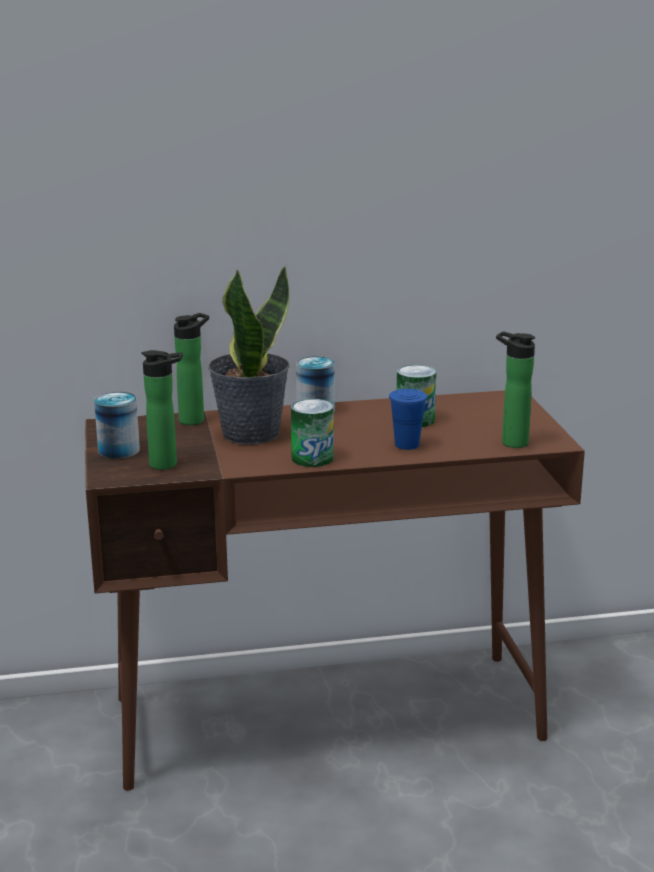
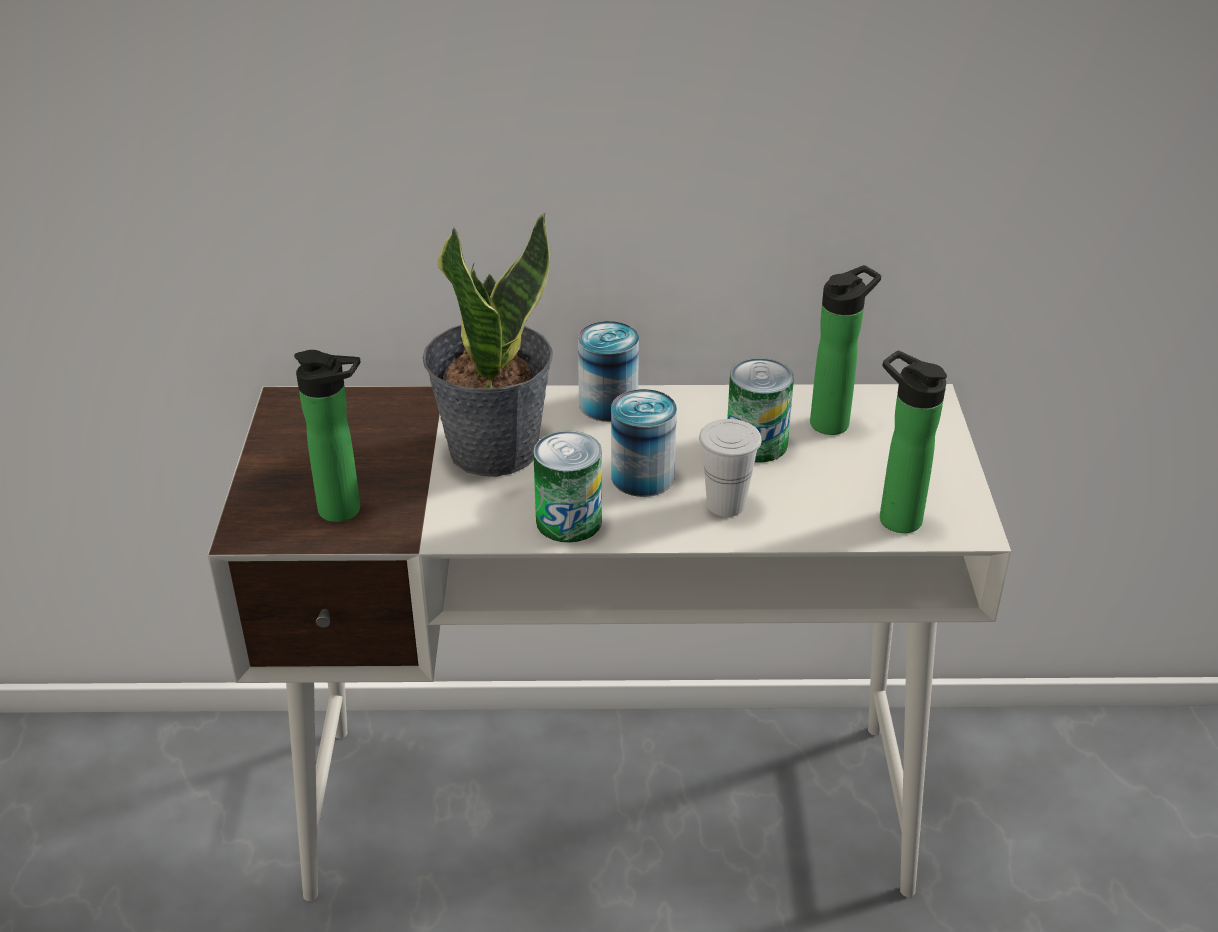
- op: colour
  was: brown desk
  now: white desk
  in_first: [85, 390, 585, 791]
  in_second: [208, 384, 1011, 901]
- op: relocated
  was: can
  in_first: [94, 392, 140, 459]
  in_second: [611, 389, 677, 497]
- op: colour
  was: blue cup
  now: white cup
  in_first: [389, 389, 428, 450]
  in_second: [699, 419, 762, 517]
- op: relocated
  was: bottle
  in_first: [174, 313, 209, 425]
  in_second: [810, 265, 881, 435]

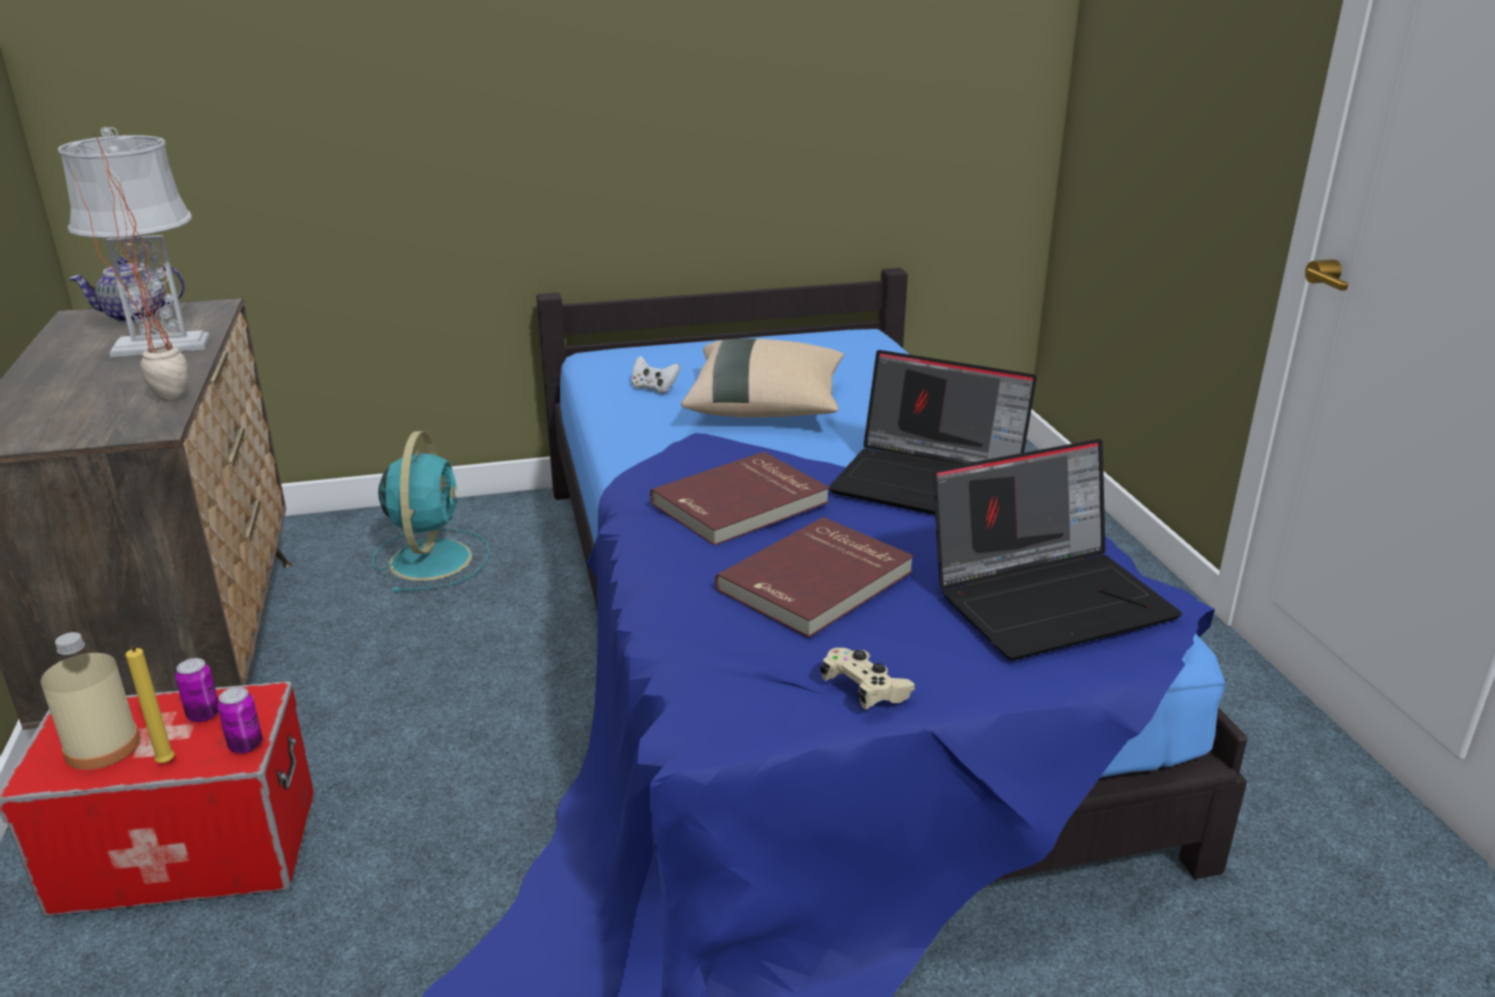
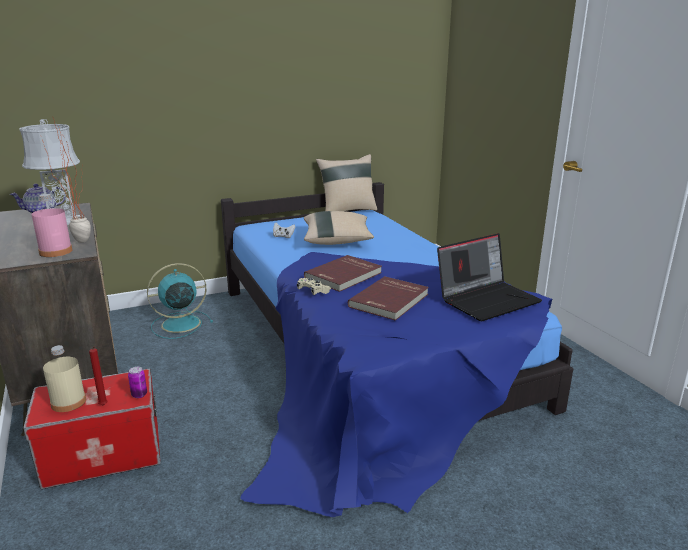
- op: appeared
  now: pink bottle
  in_second: [31, 194, 72, 257]
- op: colour
  was: yellow candle
  now: red candle
  in_first: [125, 646, 175, 763]
  in_second: [89, 346, 107, 406]
- op: spun
  was: turquoise fan
  in_first: [372, 431, 490, 593]
  in_second: [147, 263, 213, 339]
  clockwise: -105
- op: relocated
  was: beige game controller
  in_first: [820, 648, 915, 709]
  in_second: [297, 277, 331, 295]
- op: appeared
  now: beige pillow
  in_second: [316, 154, 377, 211]
- op: missing
  was: can
  in_first: [175, 658, 219, 722]
- op: missing
  was: laptop
  in_first: [829, 350, 1037, 515]

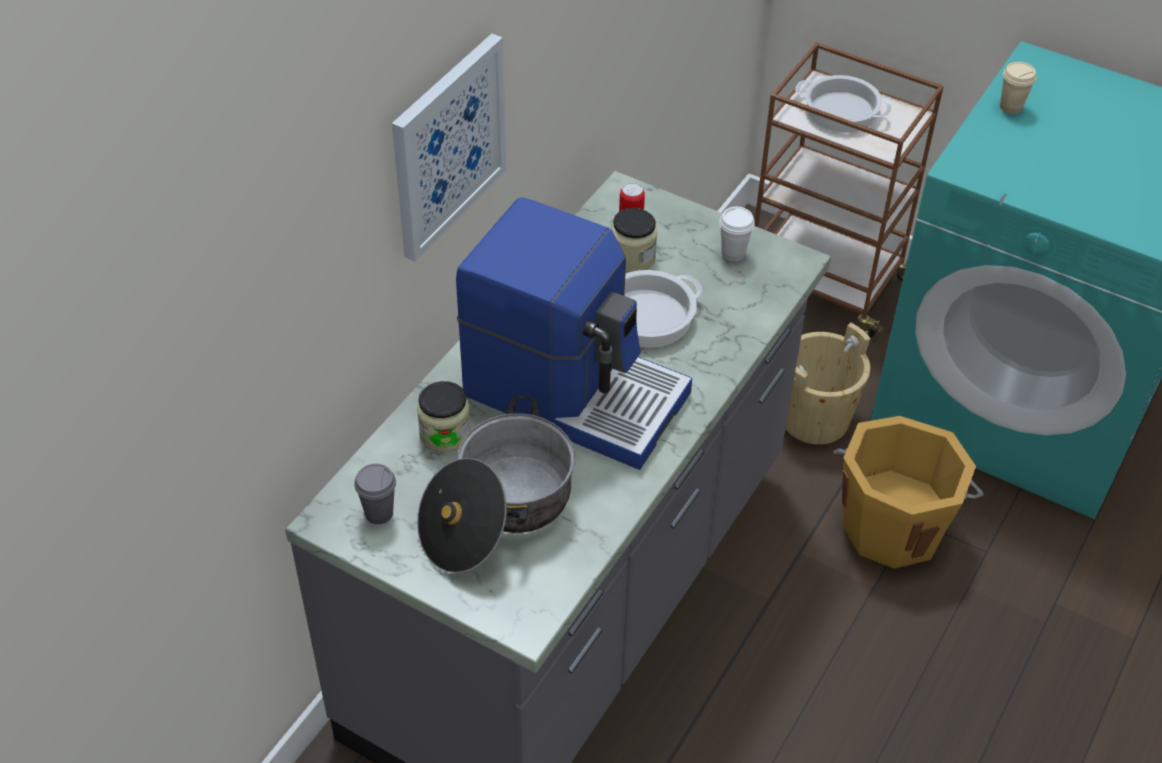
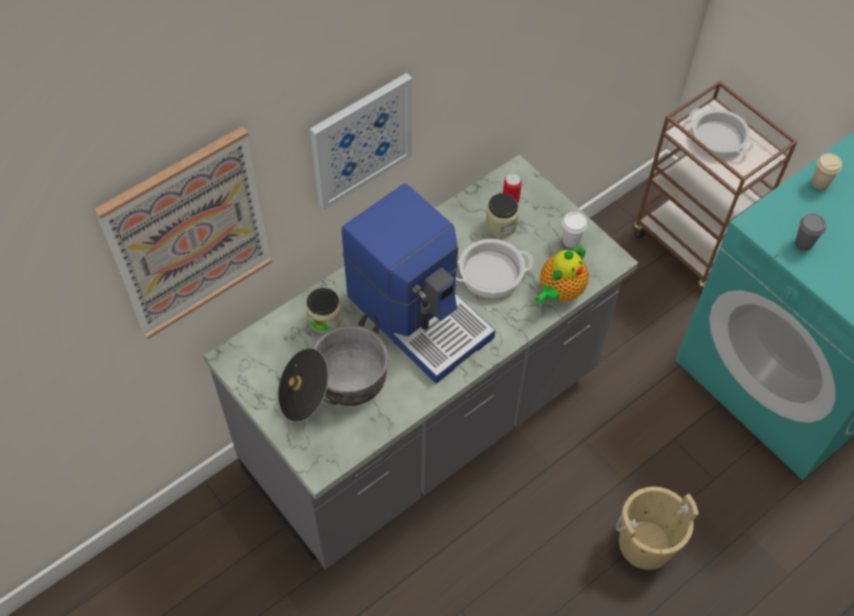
- op: appeared
  now: picture
  in_second: [94, 126, 272, 339]
- op: appeared
  now: teapot
  in_second: [535, 245, 589, 304]
- op: relocated
  was: beige bucket
  in_first: [786, 323, 871, 444]
  in_second: [616, 487, 699, 570]
- op: relocated
  was: grey cup
  in_first: [354, 464, 396, 524]
  in_second: [795, 213, 826, 251]
- op: missing
  was: orange bucket
  in_first: [833, 416, 984, 569]

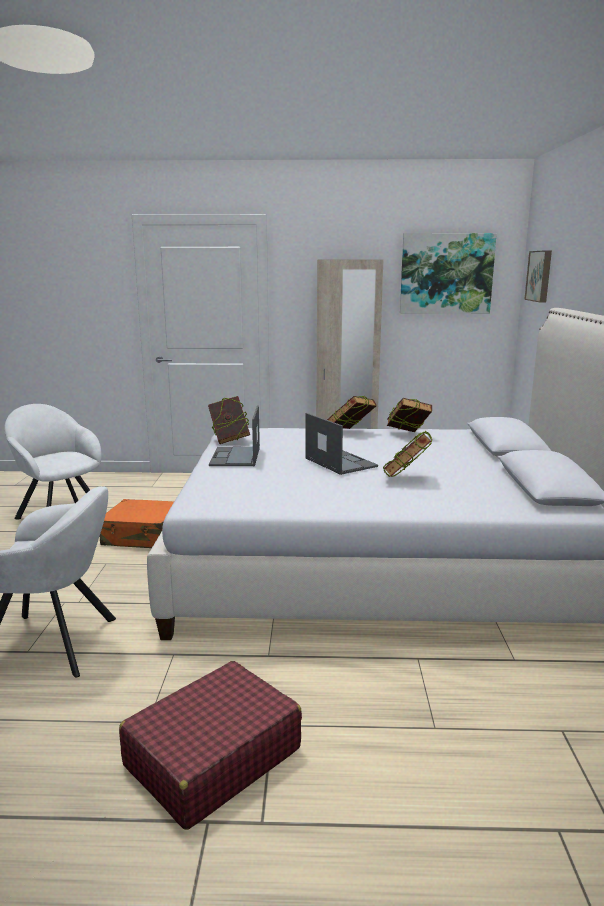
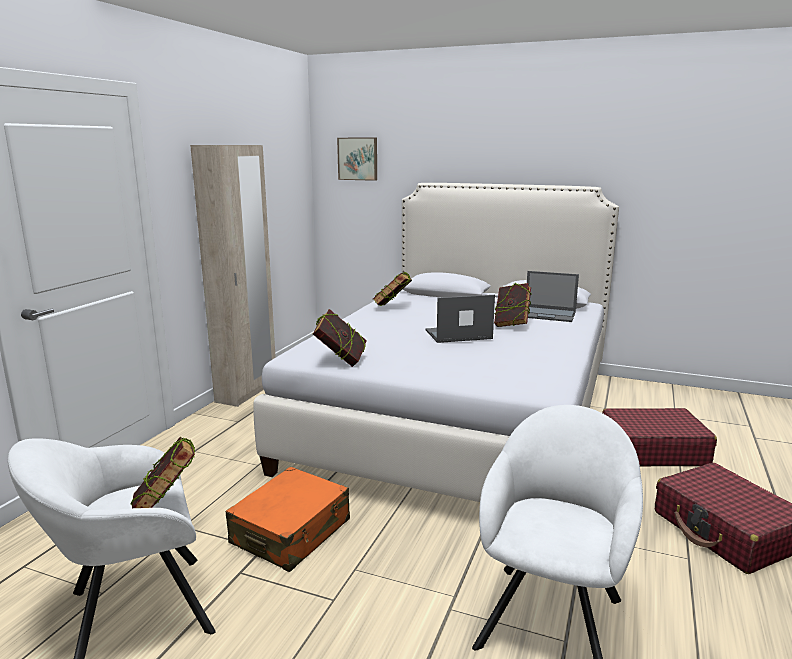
- op: relocated
  was: book
  in_first: [327, 396, 377, 429]
  in_second: [130, 437, 195, 508]
- op: relocated
  was: laptop
  in_first: [209, 405, 260, 466]
  in_second: [527, 271, 579, 322]
- op: appeared
  now: red suitcase
  in_second: [602, 408, 717, 466]
- op: missing
  was: picture
  in_first: [400, 233, 497, 314]

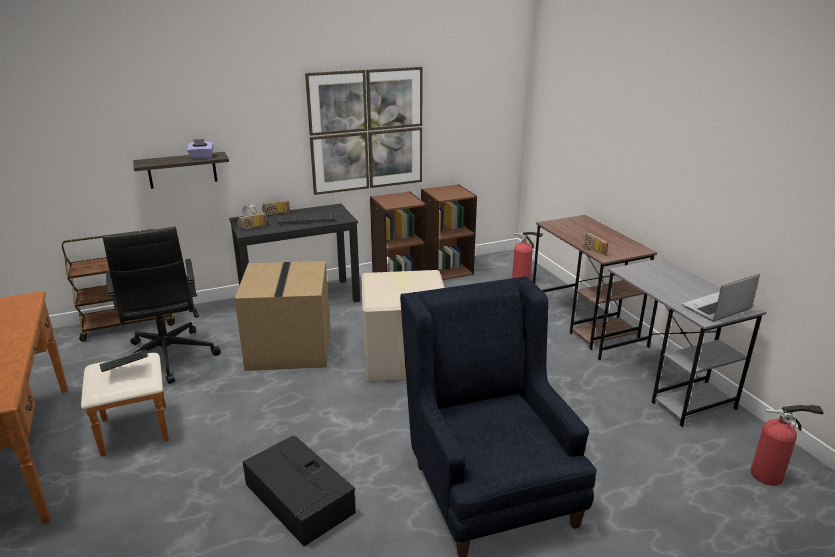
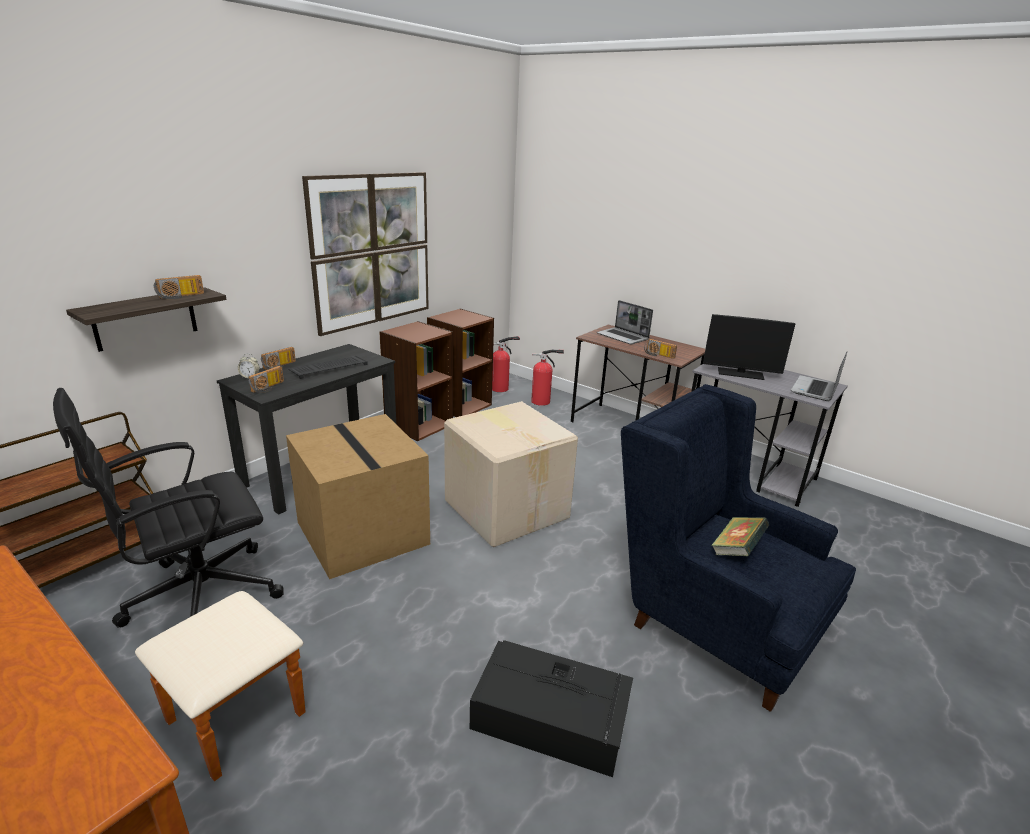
- op: spun
  was: black office chair
  in_first: [103, 227, 221, 384]
  in_second: [53, 388, 283, 627]
  clockwise: 105
- op: exchanged
  was: purple tissue box
  now: radio
  in_first: [187, 139, 214, 159]
  in_second: [154, 275, 204, 299]
- op: relocated
  was: fire extinguisher
  in_first: [750, 404, 824, 486]
  in_second: [492, 336, 520, 392]
- op: appeared
  now: laptop
  in_second: [597, 300, 653, 345]
- op: appeared
  now: monitor
  in_second: [703, 314, 795, 380]
- op: relocated
  was: book
  in_first: [99, 349, 148, 372]
  in_second: [711, 517, 769, 556]

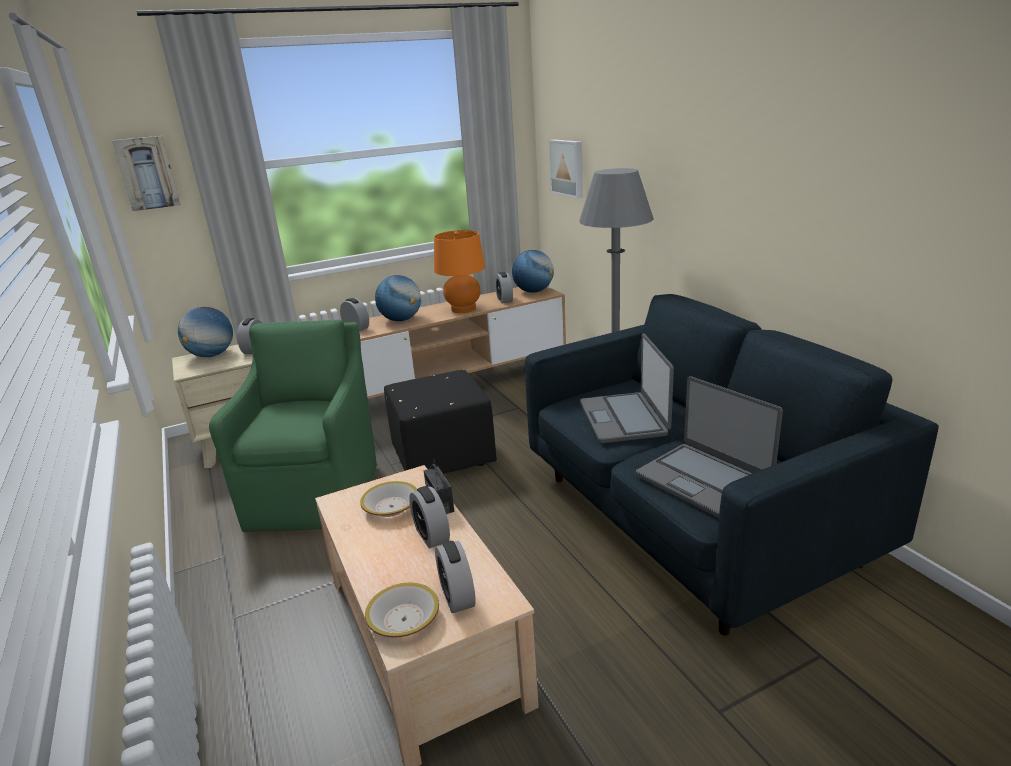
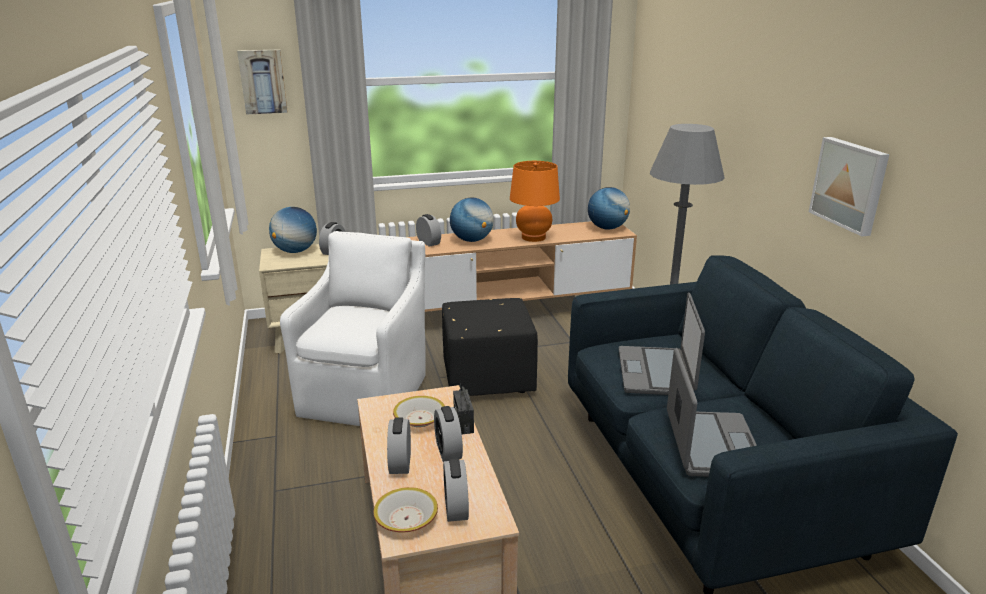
- op: colour
  was: green armchair
  now: white armchair
  in_first: [209, 320, 377, 532]
  in_second: [280, 231, 426, 426]
- op: relocated
  was: alarm clock
  in_first: [495, 272, 513, 304]
  in_second: [387, 417, 411, 474]
- op: spun
  was: laptop
  in_first: [636, 376, 783, 518]
  in_second: [667, 348, 757, 477]
  clockwise: -150
- op: relocated
  was: picture
  in_first: [549, 139, 583, 199]
  in_second: [809, 137, 889, 236]

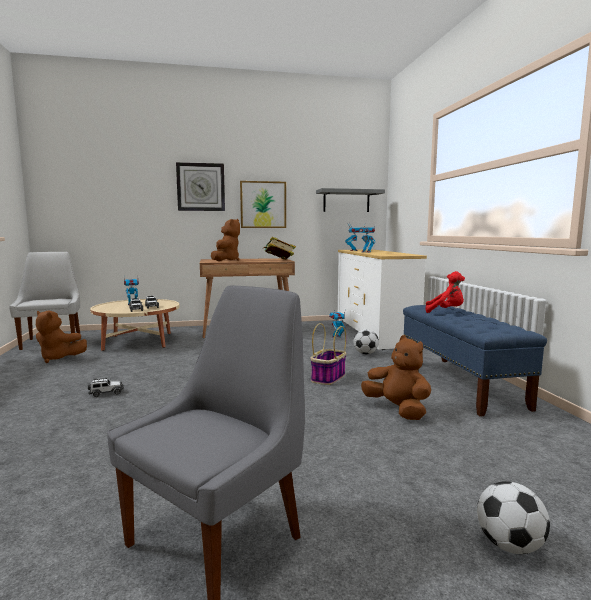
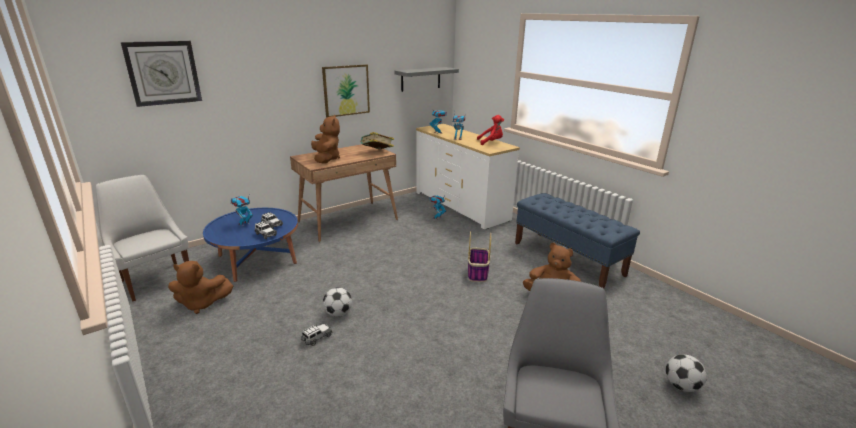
- op: relocated
  was: wall clock
  in_first: [176, 162, 225, 211]
  in_second: [121, 41, 202, 107]
- op: colour
  was: beige coffee table
  now: blue coffee table
  in_first: [90, 299, 180, 351]
  in_second: [203, 208, 298, 282]
- op: relocated
  was: football
  in_first: [353, 329, 379, 354]
  in_second: [323, 287, 352, 317]
- op: relocated
  was: red plush toy
  in_first: [426, 271, 465, 313]
  in_second: [477, 115, 504, 145]

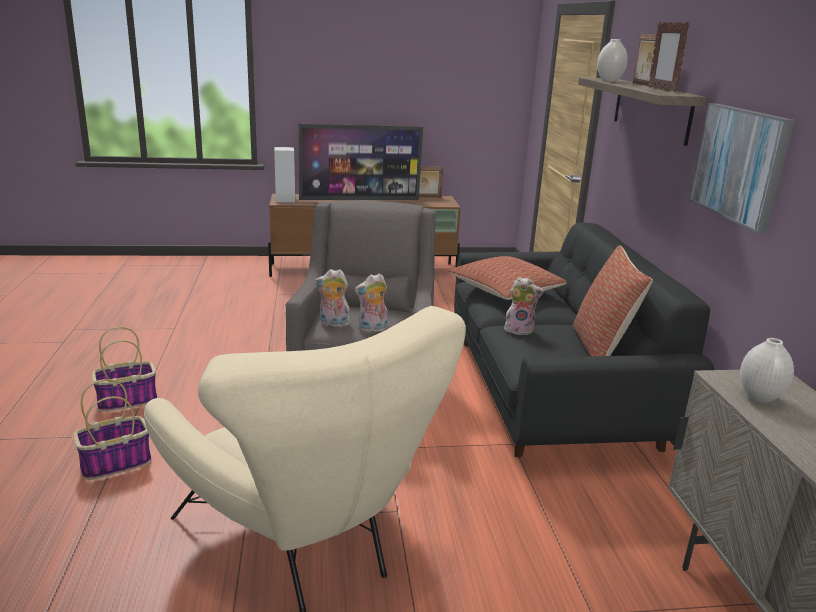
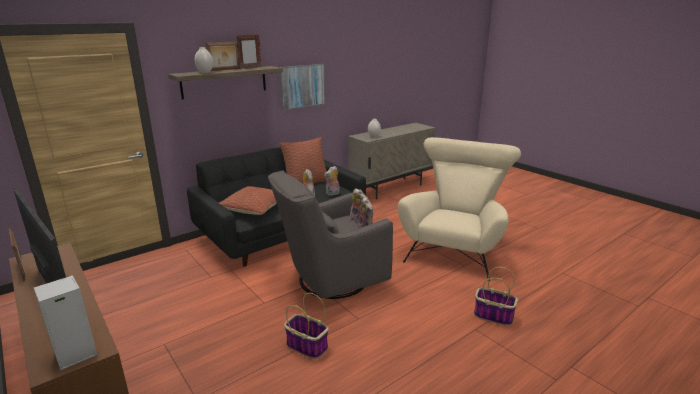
- op: relocated
  was: basket
  in_first: [92, 327, 157, 412]
  in_second: [284, 293, 328, 359]
- op: appeared
  now: plush toy
  in_second: [324, 166, 340, 196]

